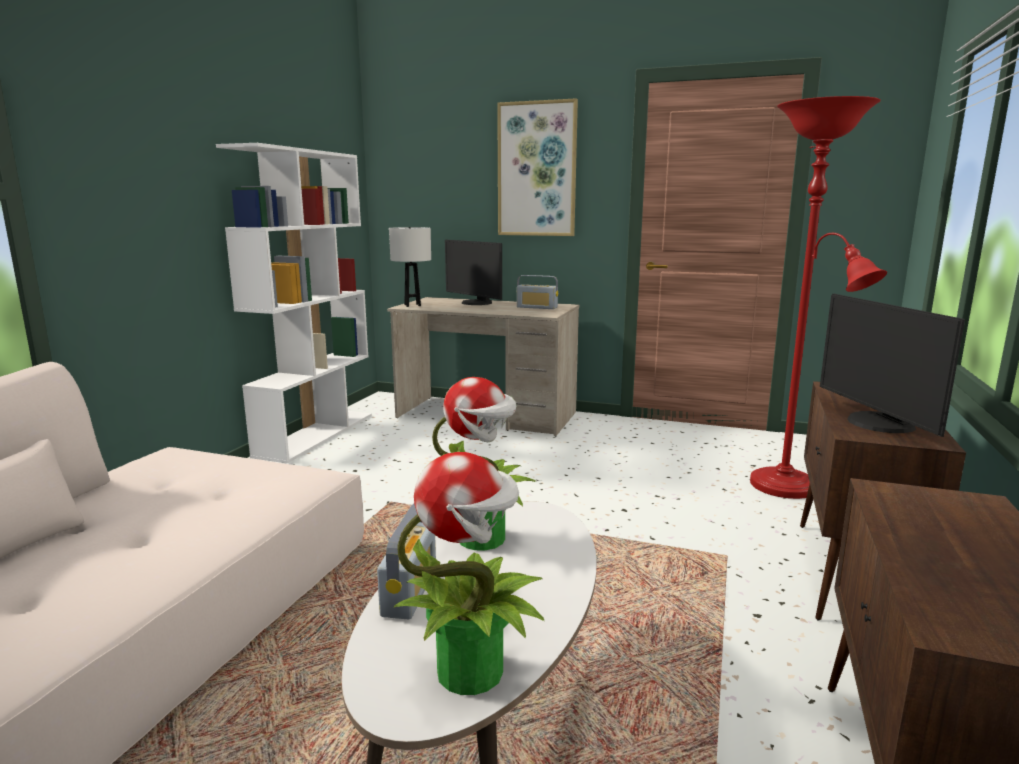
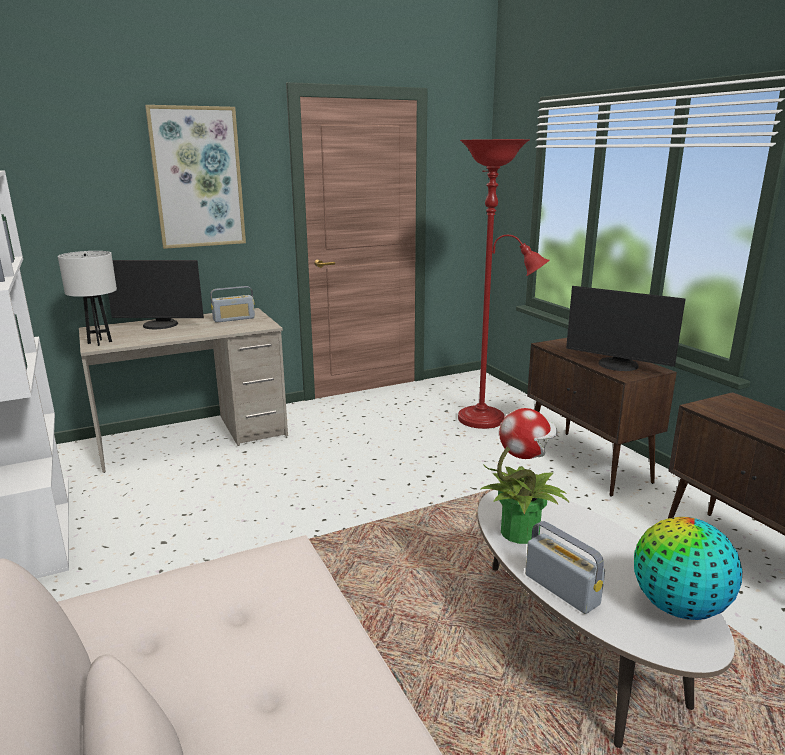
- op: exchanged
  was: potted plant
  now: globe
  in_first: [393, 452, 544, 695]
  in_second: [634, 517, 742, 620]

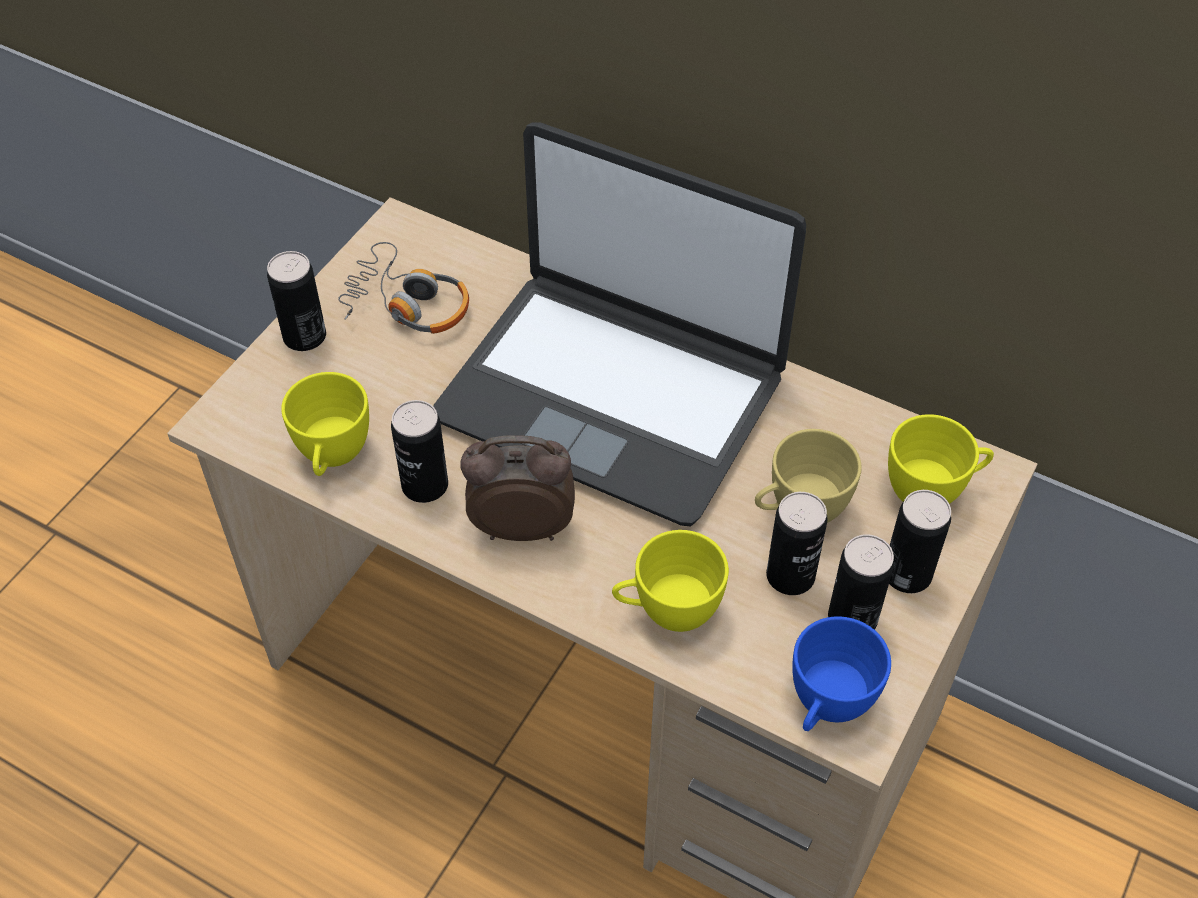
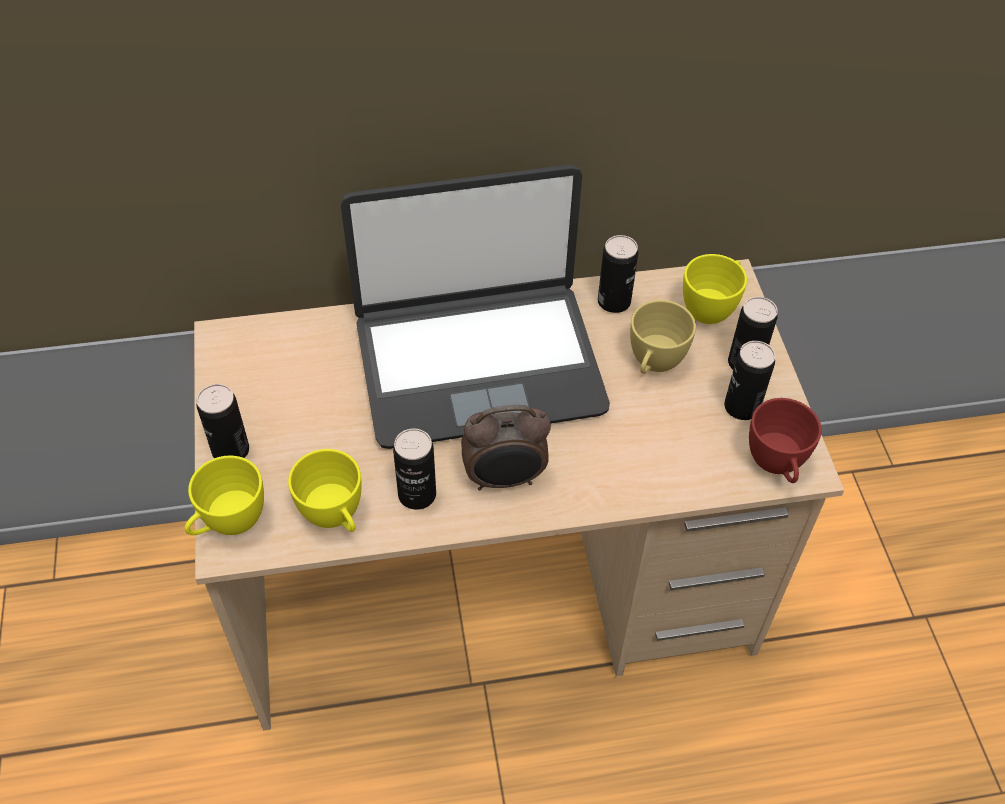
- op: relocated
  was: yellow cup
  in_first: [612, 530, 729, 632]
  in_second: [184, 456, 264, 535]
- op: spun
  was: alarm clock
  in_first: [460, 435, 575, 541]
  in_second: [461, 405, 551, 491]
  clockwise: -150
- op: relocated
  was: can
  in_first: [766, 492, 828, 595]
  in_second: [598, 235, 638, 313]
- op: colour
  was: blue cup
  now: red cup
  in_first: [792, 616, 891, 731]
  in_second: [749, 398, 822, 483]
- op: missing
  was: headphones
  in_first: [338, 242, 469, 334]

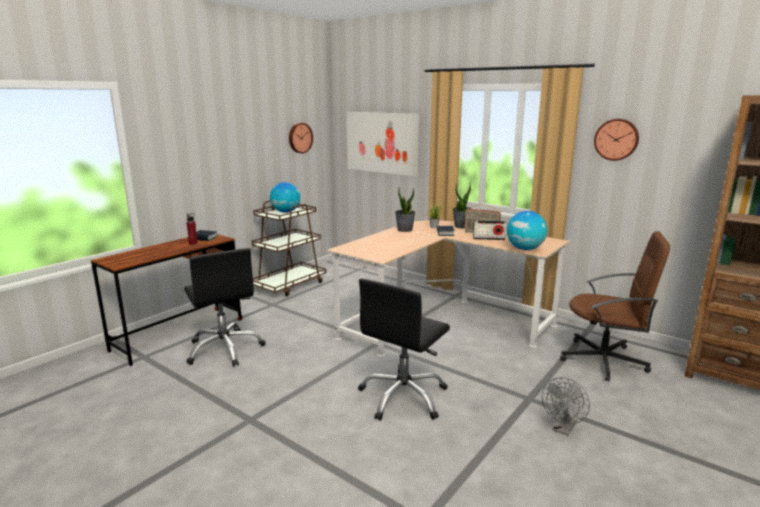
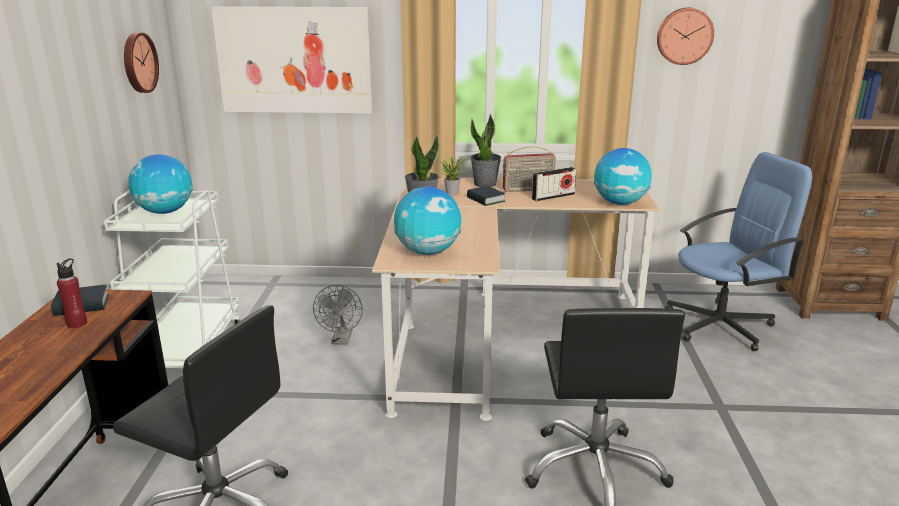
- op: colour
  was: brown cart
  now: white cart
  in_first: [252, 200, 326, 296]
  in_second: [104, 190, 240, 368]
- op: relocated
  was: grey fan
  in_first: [542, 377, 590, 436]
  in_second: [313, 285, 363, 345]
- op: appeared
  now: globe
  in_second: [394, 187, 462, 255]
- op: colour
  was: brown office chair
  now: blue office chair
  in_first: [560, 231, 670, 381]
  in_second: [666, 152, 812, 351]

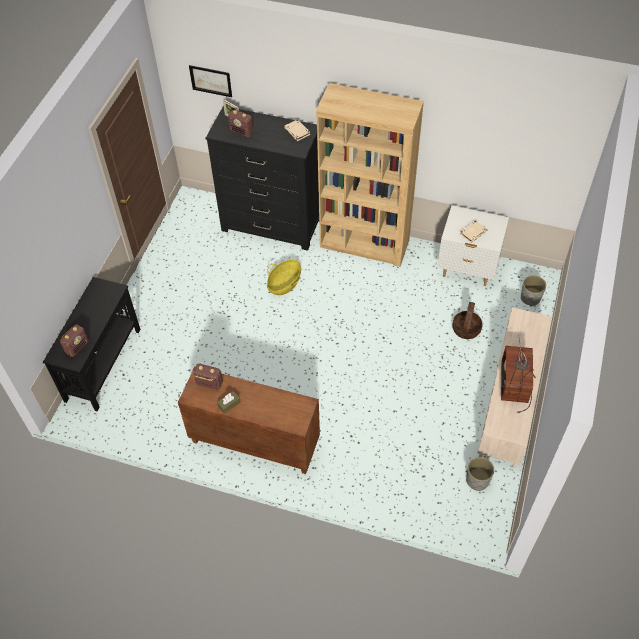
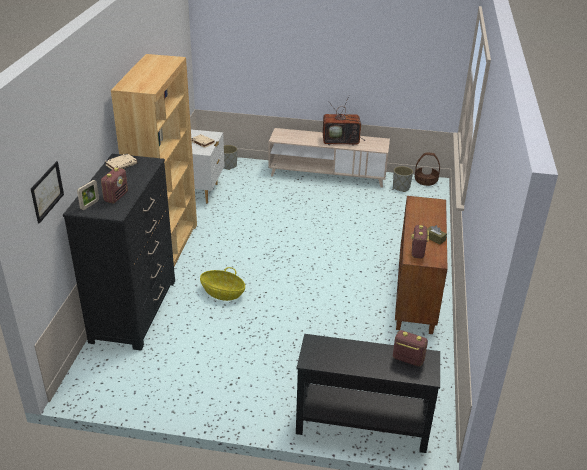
- op: relocated
  was: basket
  in_first: [452, 302, 483, 339]
  in_second: [415, 152, 440, 186]

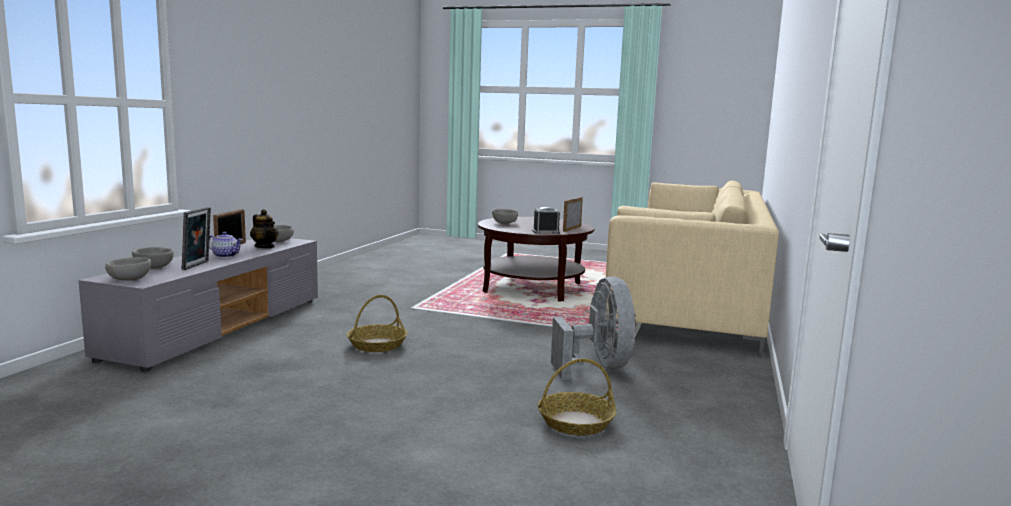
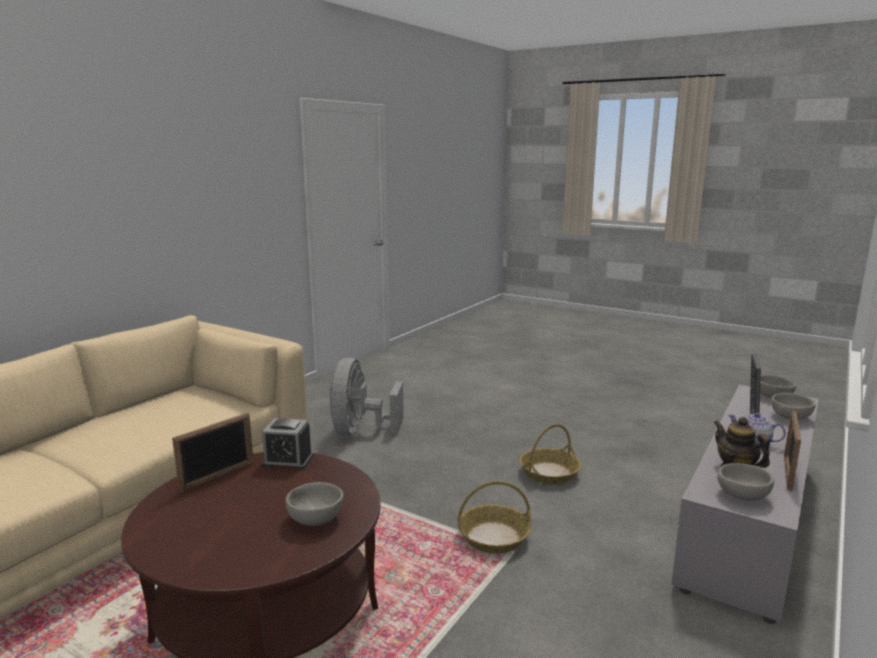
- op: relocated
  was: basket
  in_first: [538, 358, 616, 436]
  in_second: [457, 481, 531, 554]

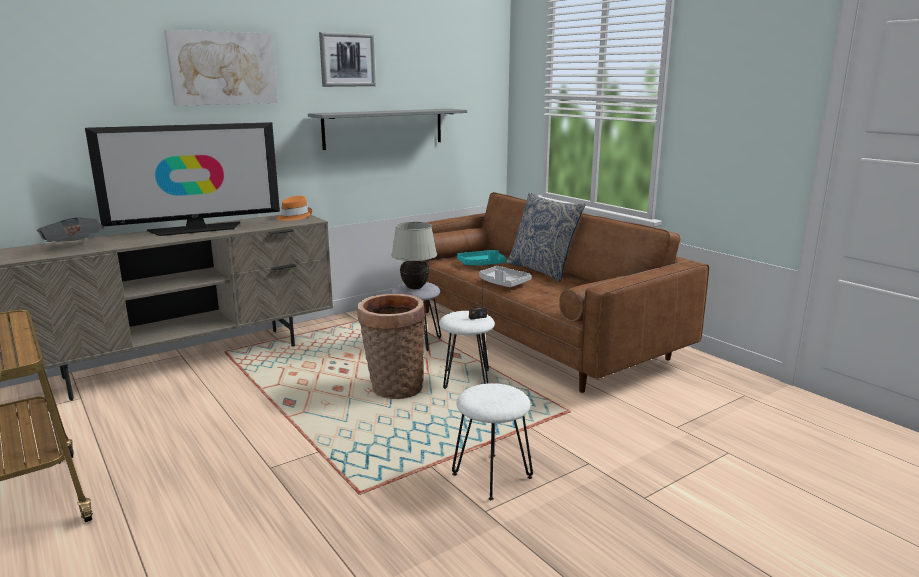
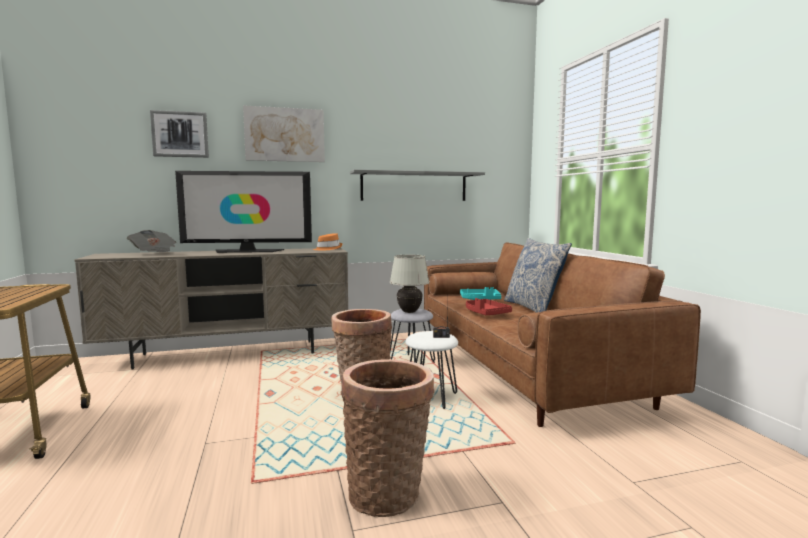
- op: relocated
  was: picture
  in_first: [319, 32, 376, 87]
  in_second: [150, 110, 209, 158]
- op: exchanged
  was: white stool
  now: basket
  in_first: [452, 383, 533, 500]
  in_second: [341, 359, 434, 517]
- op: colour
  was: grey tray
  now: red tray
  in_first: [479, 266, 531, 287]
  in_second: [466, 298, 512, 315]

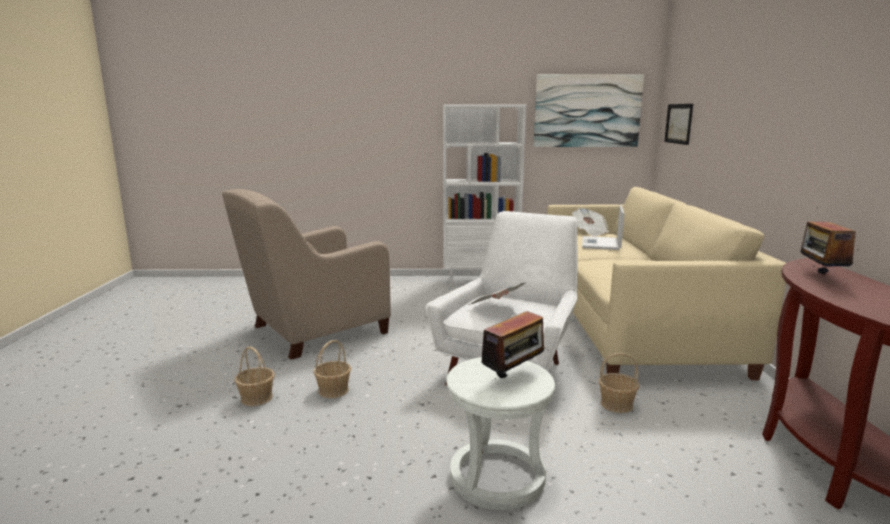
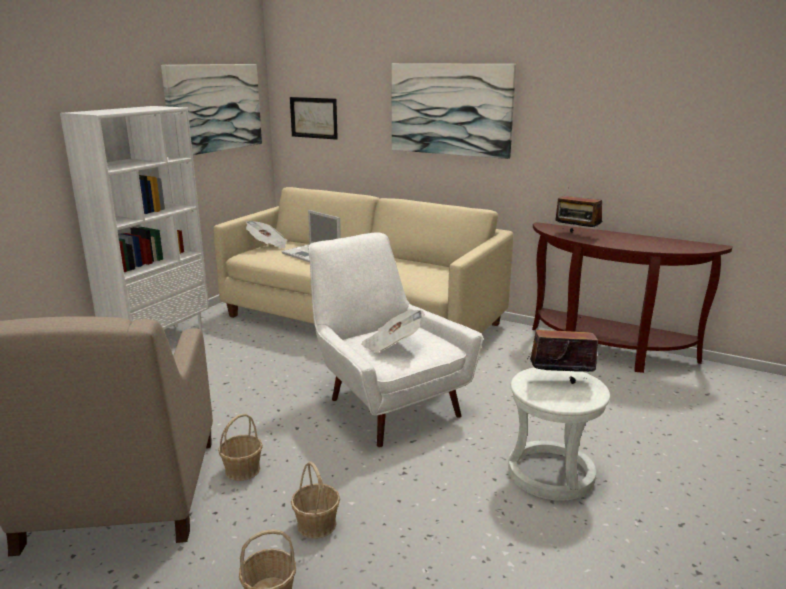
- op: relocated
  was: basket
  in_first: [599, 352, 639, 413]
  in_second: [218, 414, 263, 481]
- op: appeared
  now: picture
  in_second: [392, 63, 516, 159]
- op: spun
  was: radio
  in_first: [475, 311, 549, 383]
  in_second: [527, 317, 598, 384]
  clockwise: -75

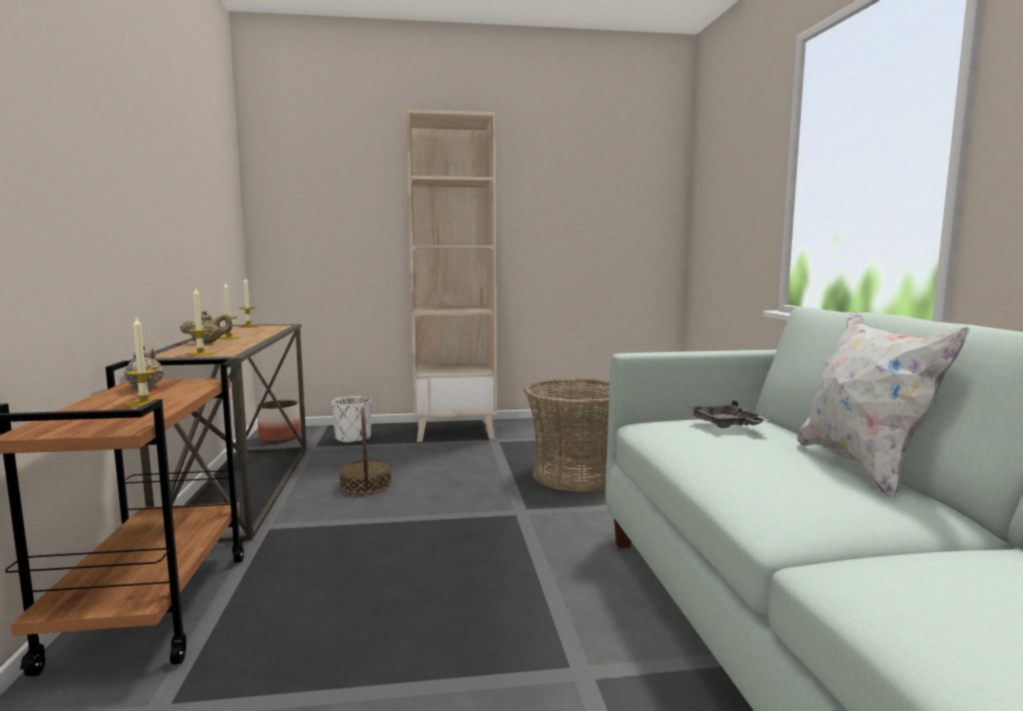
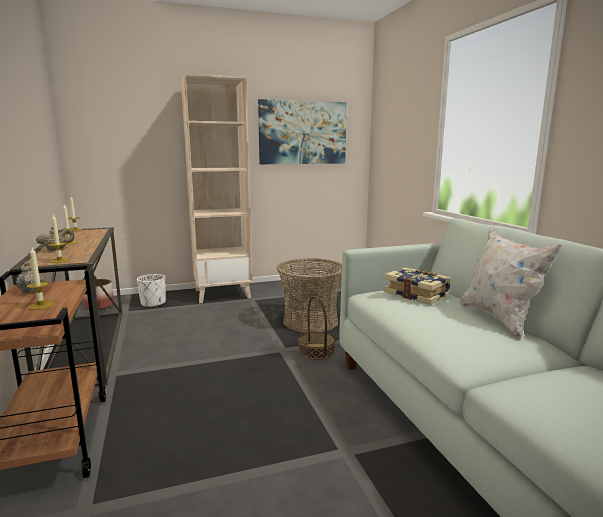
- op: appeared
  now: picture
  in_second: [258, 99, 347, 164]
- op: relocated
  was: basket
  in_first: [339, 407, 392, 494]
  in_second: [298, 296, 335, 360]
- op: exchanged
  was: grey tray
  now: book
  in_first: [689, 400, 770, 428]
  in_second: [383, 267, 452, 305]

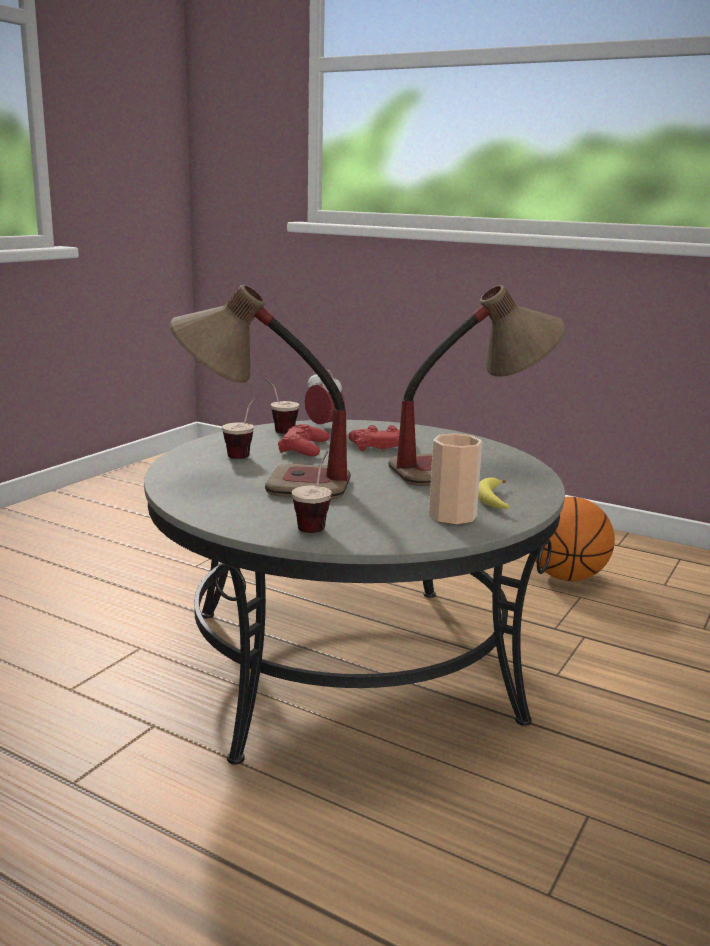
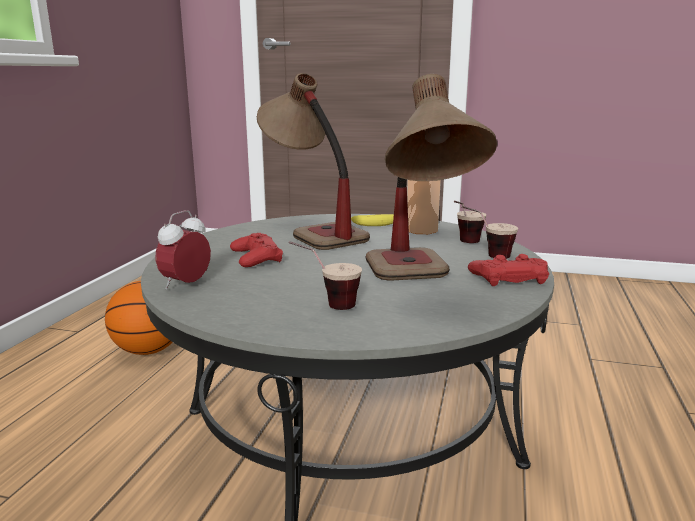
- op: relocated
  was: cup
  in_first: [265, 378, 299, 434]
  in_second: [454, 201, 486, 243]
- op: relocated
  was: red game controller
  in_first: [278, 424, 330, 456]
  in_second: [468, 254, 549, 286]

